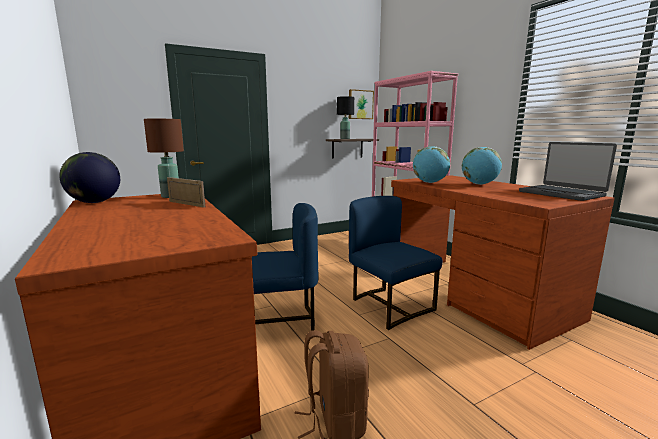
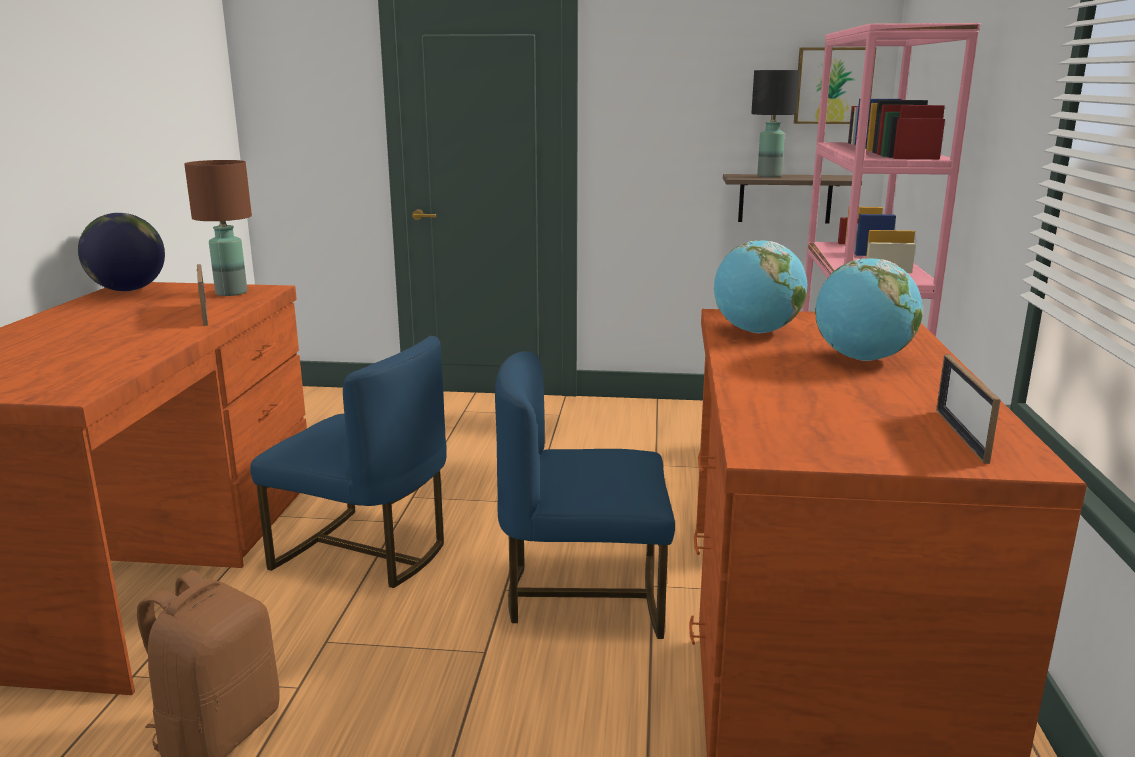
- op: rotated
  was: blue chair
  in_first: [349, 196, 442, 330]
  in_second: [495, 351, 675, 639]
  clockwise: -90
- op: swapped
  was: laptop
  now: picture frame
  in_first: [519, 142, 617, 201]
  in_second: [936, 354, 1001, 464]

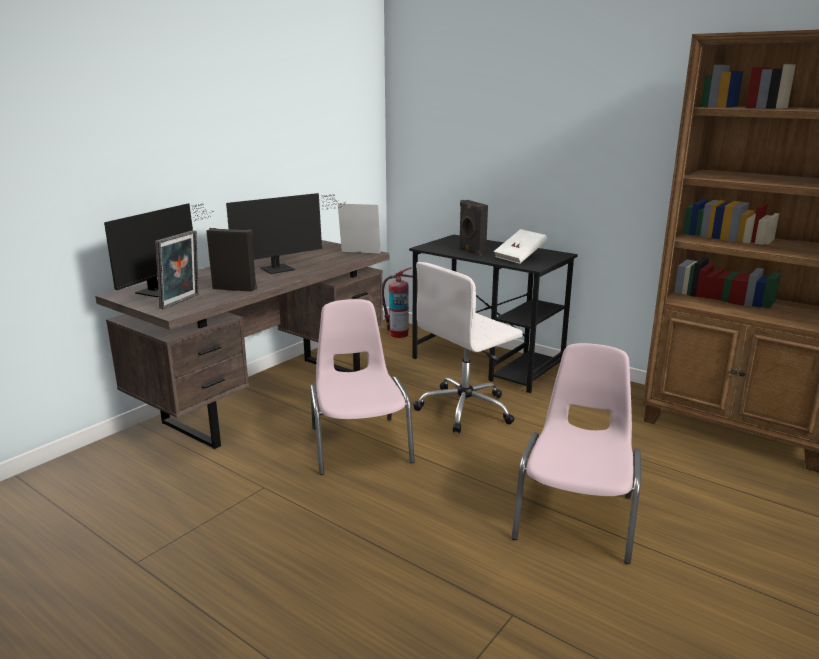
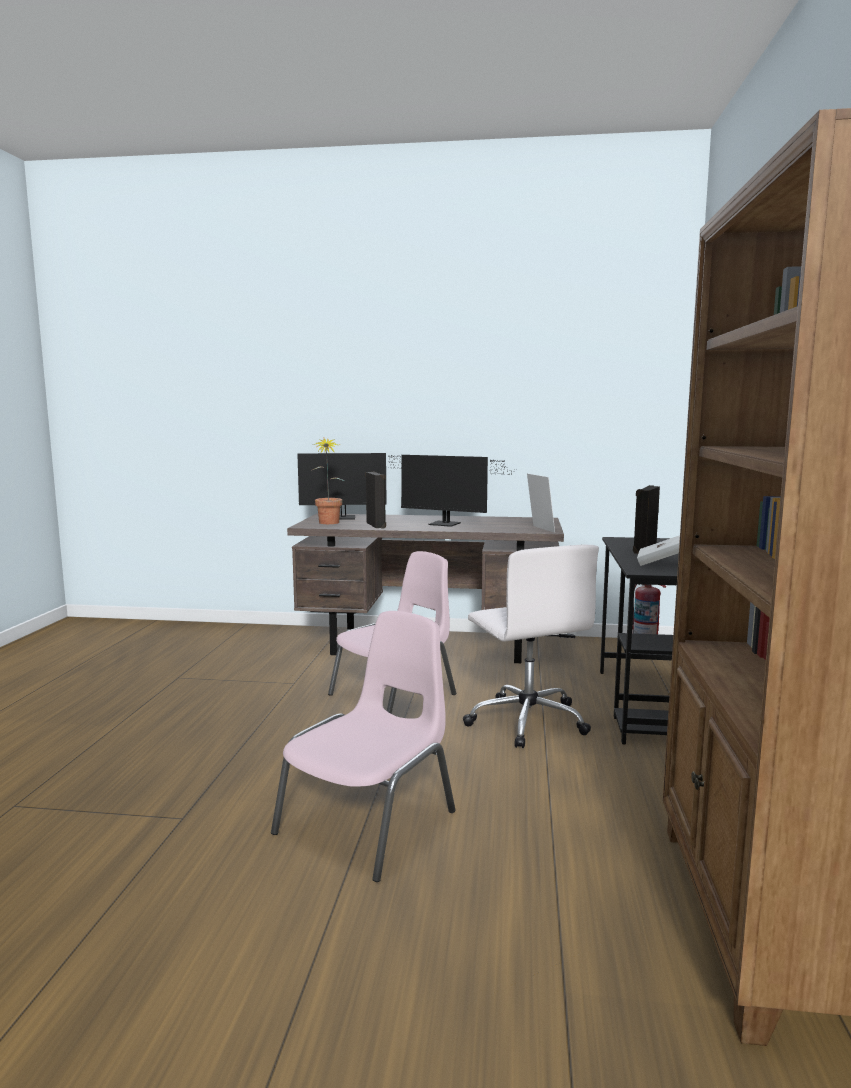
- op: swapped
  was: picture frame
  now: potted plant
  in_first: [155, 230, 199, 309]
  in_second: [313, 437, 345, 524]
- op: rotated
  was: white office chair
  in_first: [413, 262, 523, 433]
  in_second: [463, 544, 599, 748]
  clockwise: -135
- op: rotated
  was: pink chair
  in_first: [512, 343, 641, 564]
  in_second: [271, 611, 455, 882]
  clockwise: -45

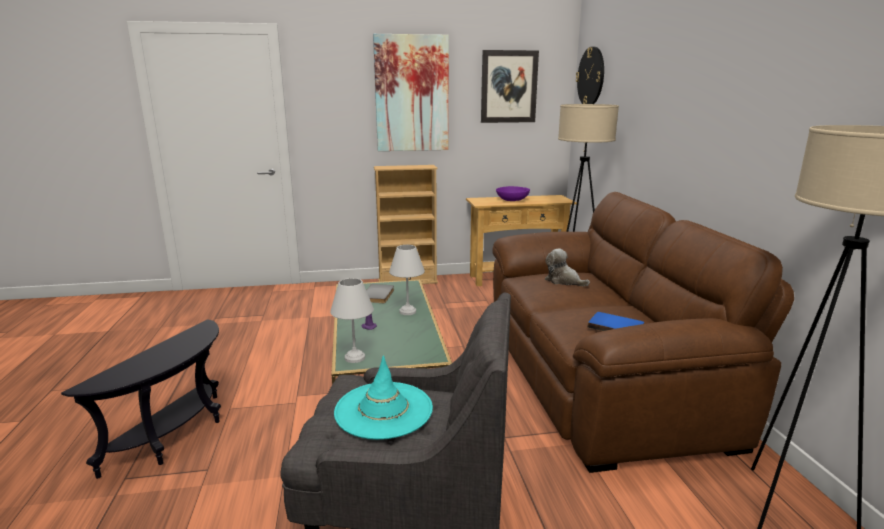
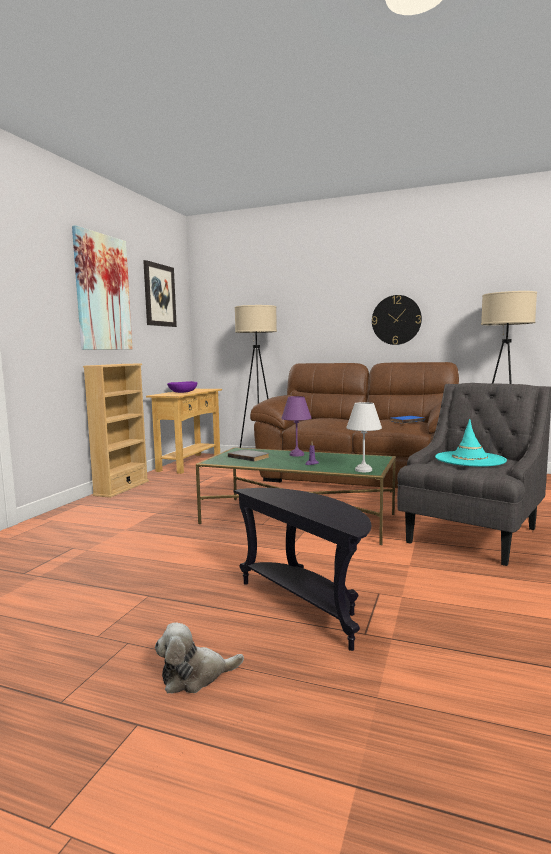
- op: repainted
  was: white table lamp
  now: purple table lamp
  in_first: [389, 245, 425, 315]
  in_second: [281, 396, 311, 457]
- op: shifted
  was: plush toy
  in_first: [545, 248, 590, 286]
  in_second: [155, 622, 244, 693]
- op: shifted
  was: wall clock
  in_first: [576, 47, 604, 104]
  in_second: [372, 295, 422, 345]

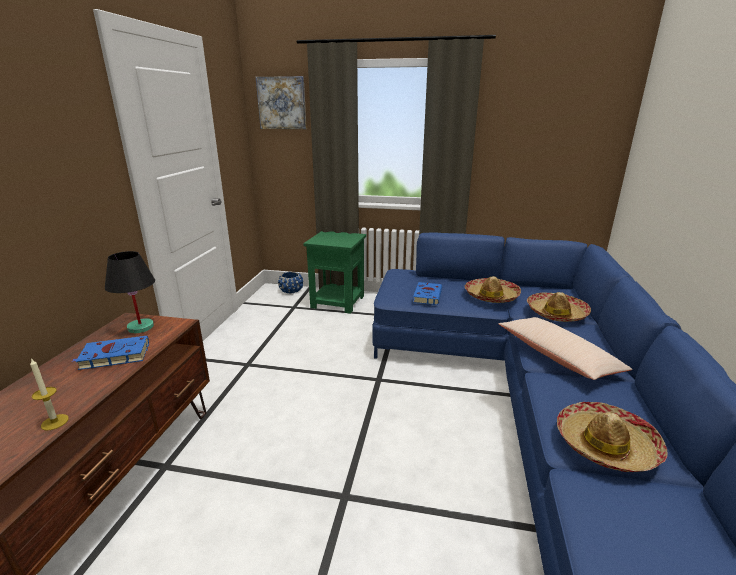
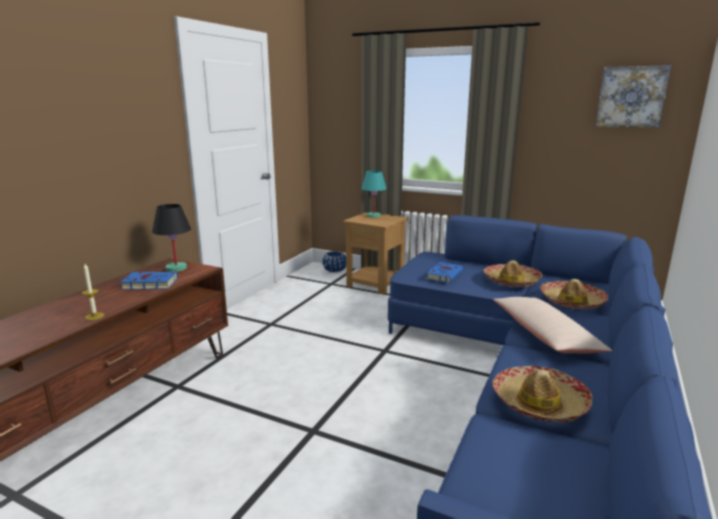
- op: shifted
  was: picture
  in_first: [256, 76, 307, 129]
  in_second: [596, 65, 671, 128]
- op: repainted
  was: green side table
  now: brown side table
  in_first: [303, 231, 366, 314]
  in_second: [343, 212, 408, 295]
- op: new
  now: turquoise table lamp
  in_second: [361, 171, 387, 218]

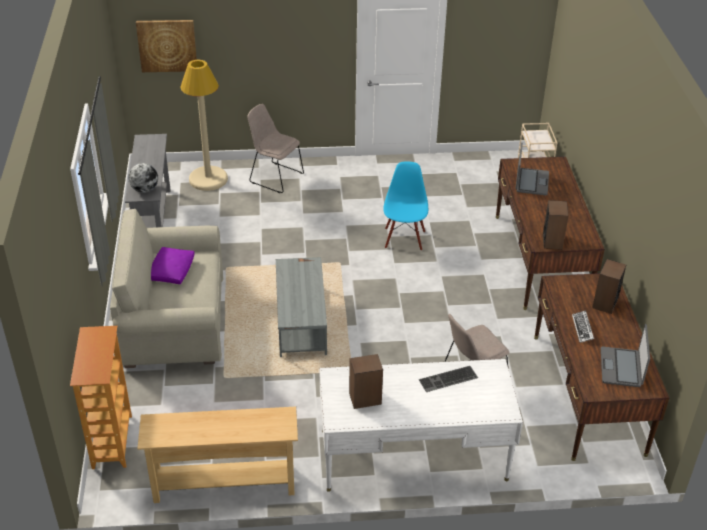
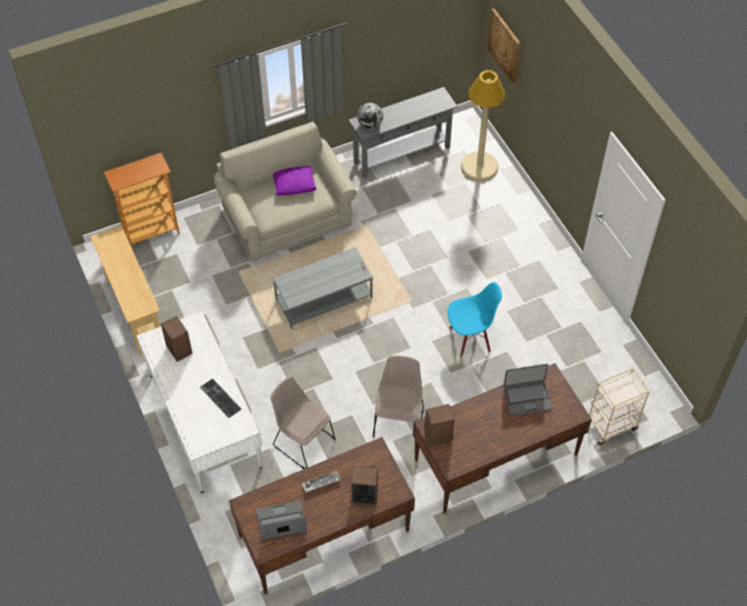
- op: shifted
  was: beige chair
  in_first: [247, 104, 304, 193]
  in_second: [373, 356, 424, 438]

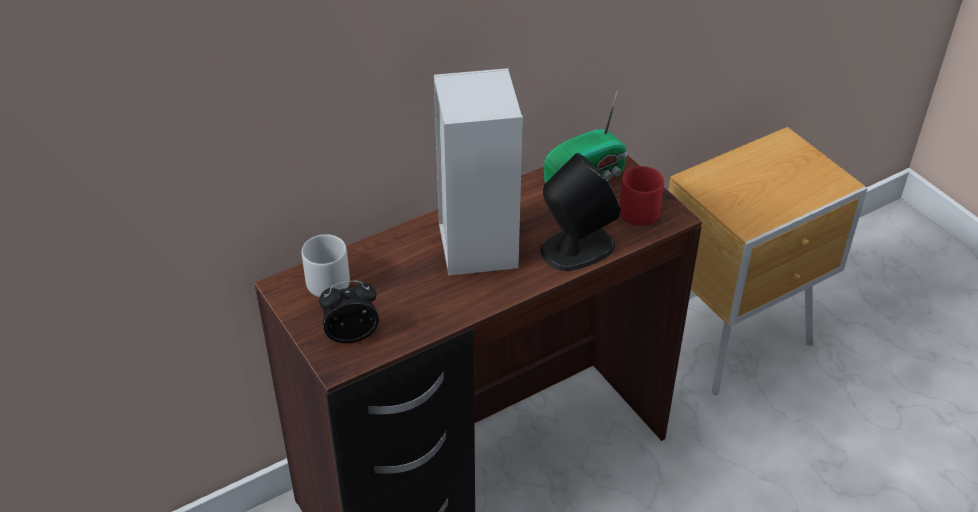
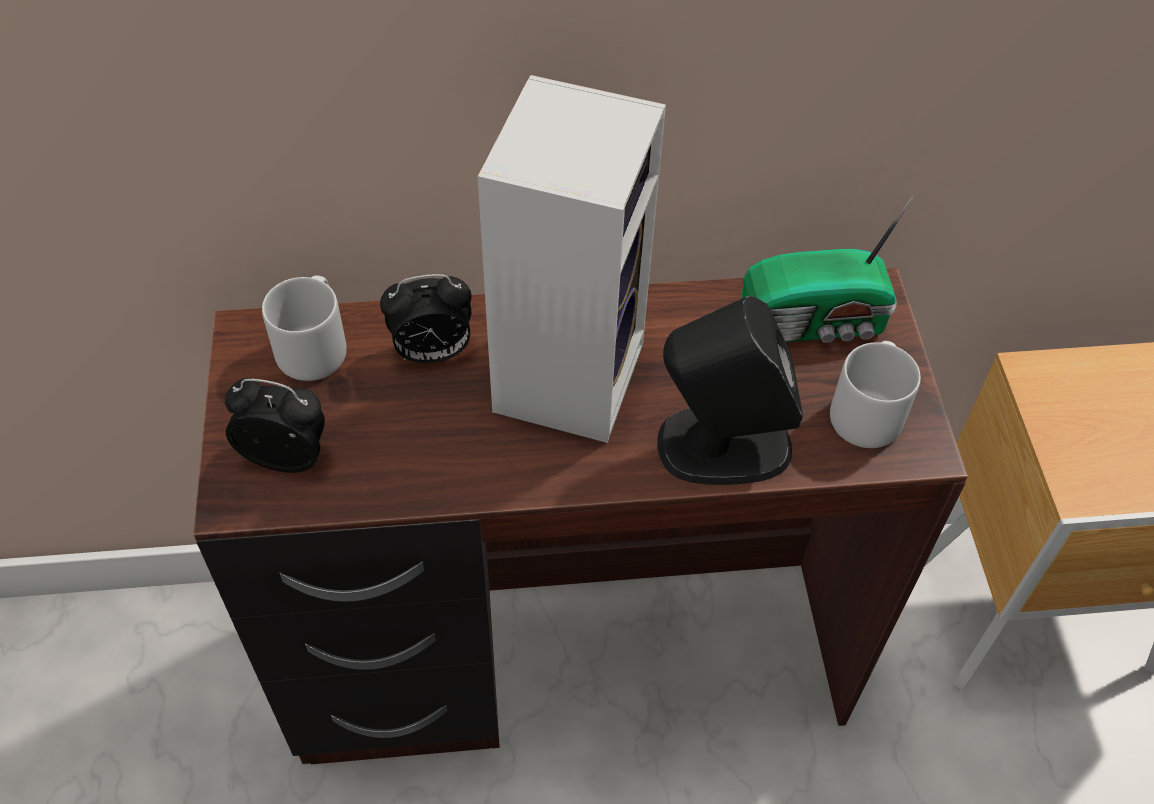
- op: repainted
  was: red mug
  now: grey mug
  in_first: [619, 166, 664, 226]
  in_second: [830, 341, 921, 448]
- op: new
  now: alarm clock
  in_second: [380, 274, 472, 363]

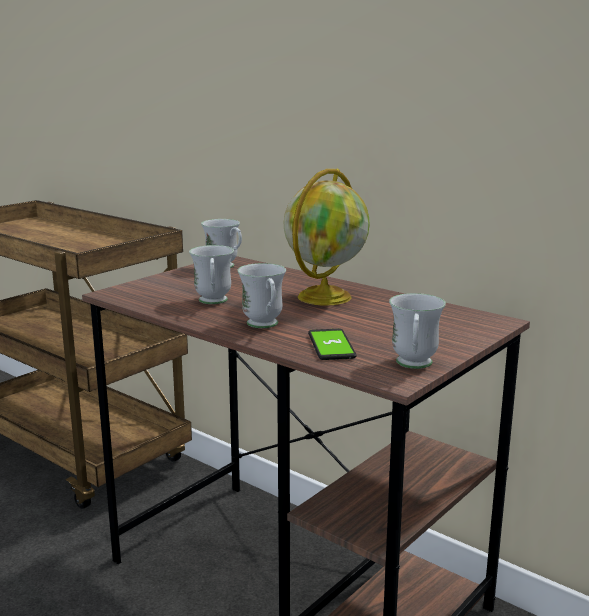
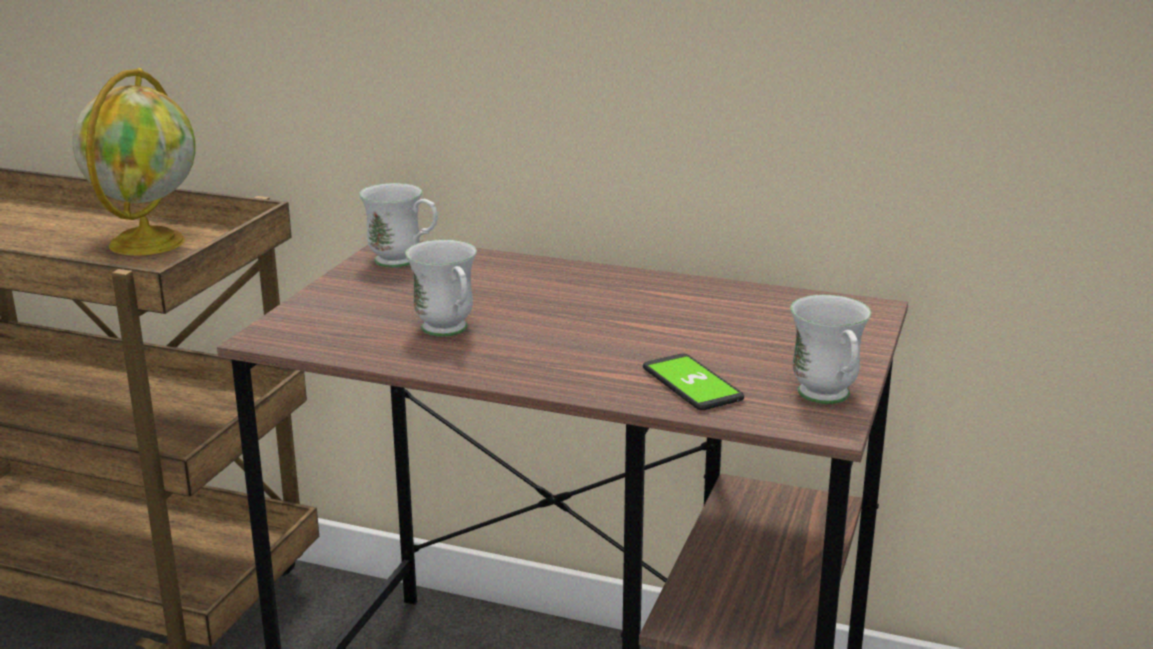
- op: gone
  was: white mug
  in_first: [237, 263, 286, 328]
- op: shifted
  was: globe
  in_first: [284, 169, 370, 306]
  in_second: [73, 68, 195, 256]

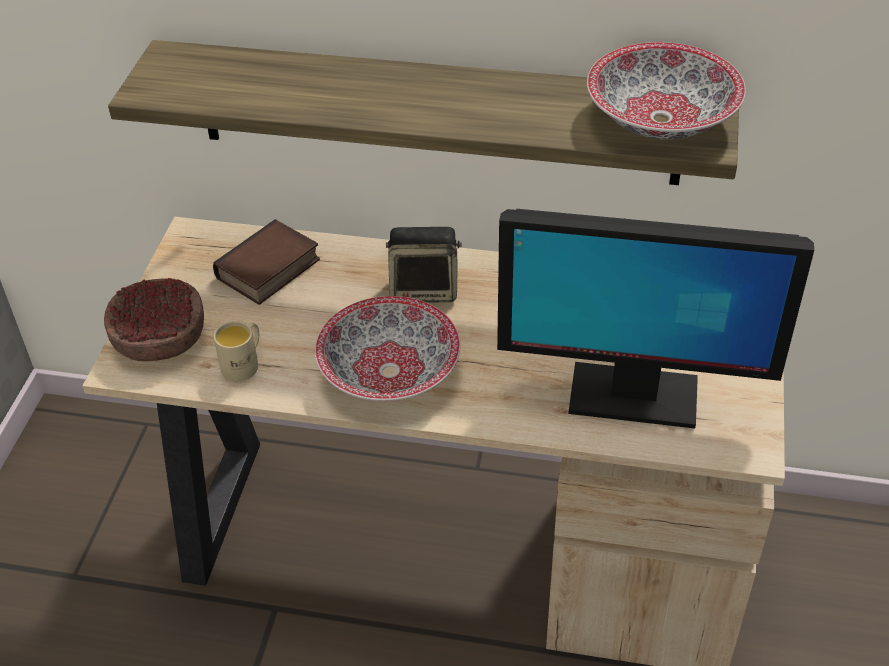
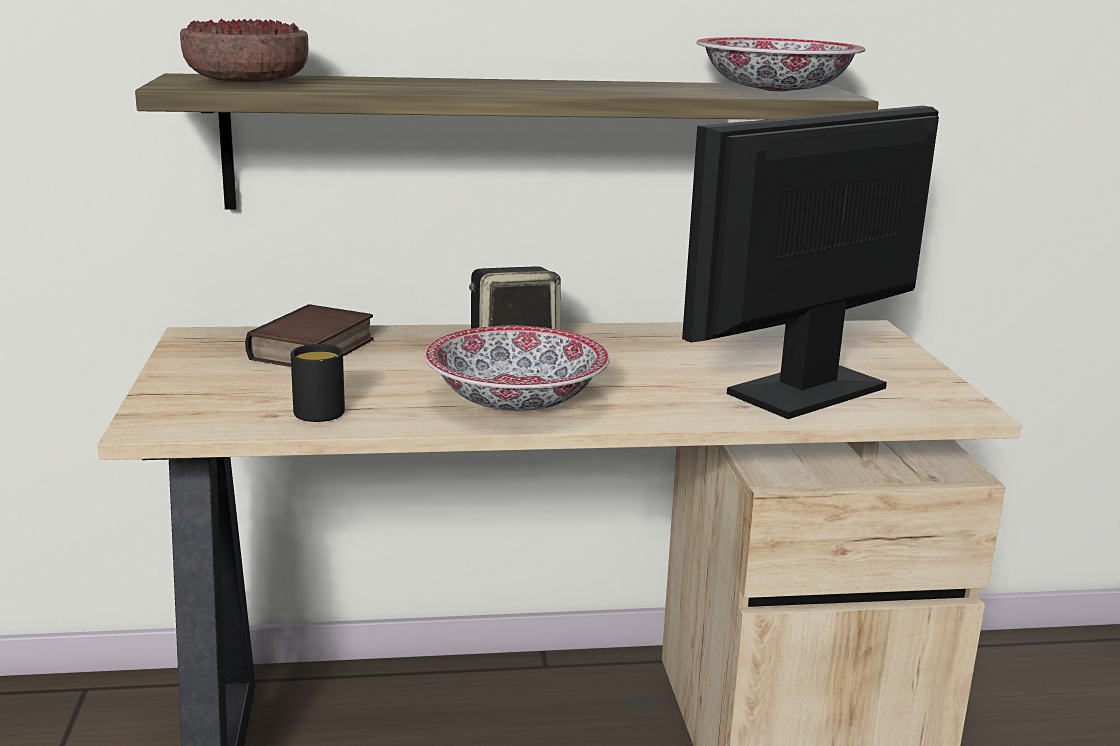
- op: shifted
  was: bowl
  in_first: [104, 278, 204, 361]
  in_second: [180, 19, 309, 82]
- op: repainted
  was: beige mug
  now: black mug
  in_first: [214, 321, 259, 381]
  in_second: [291, 344, 345, 422]
- op: rotated
  was: monitor
  in_first: [497, 209, 814, 428]
  in_second: [682, 106, 939, 419]
  clockwise: 150

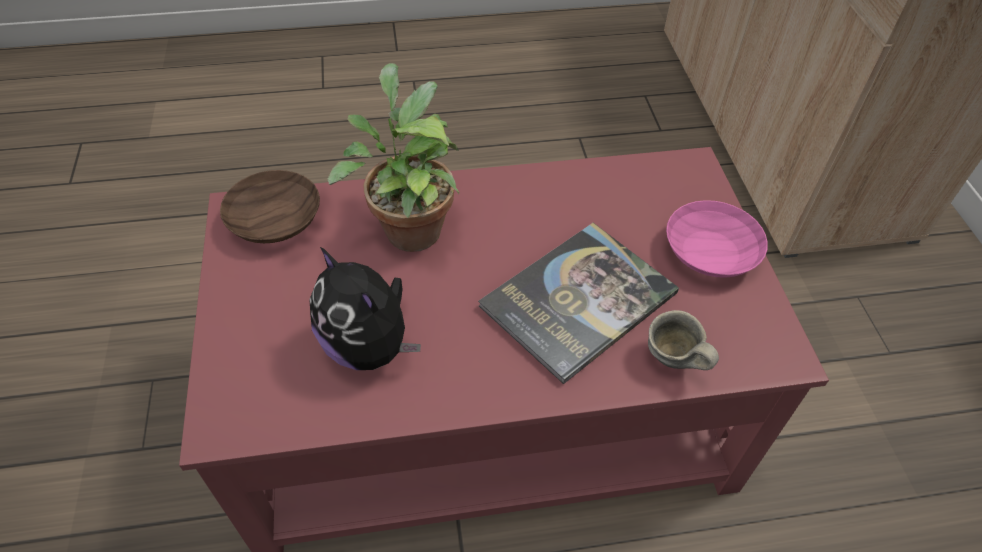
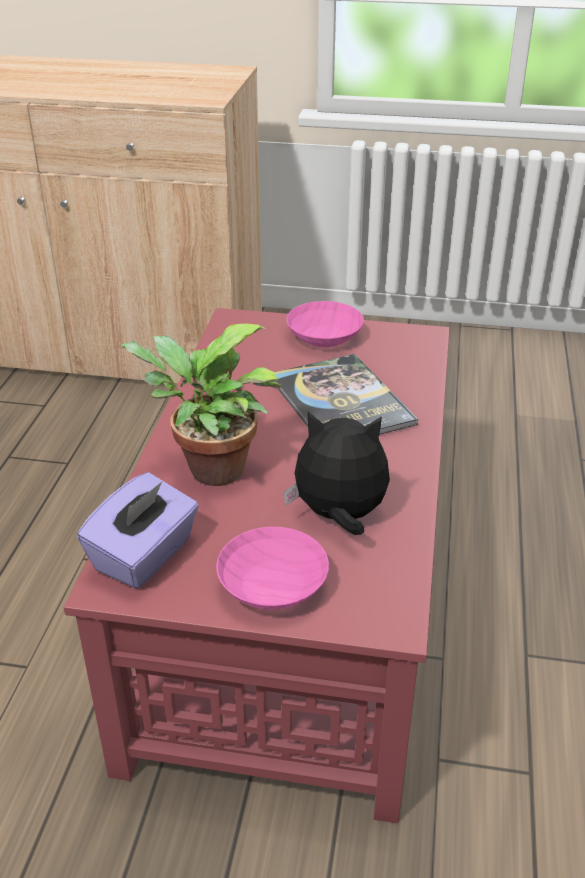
- op: swapped
  was: brown bowl
  now: purple tissue box
  in_first: [220, 170, 320, 243]
  in_second: [77, 472, 199, 589]
- op: rotated
  was: plush toy
  in_first: [309, 247, 421, 370]
  in_second: [283, 412, 390, 535]
  clockwise: -150
- op: gone
  was: grey mug
  in_first: [648, 310, 719, 370]
- op: new
  now: pink bowl
  in_second: [216, 527, 329, 610]

